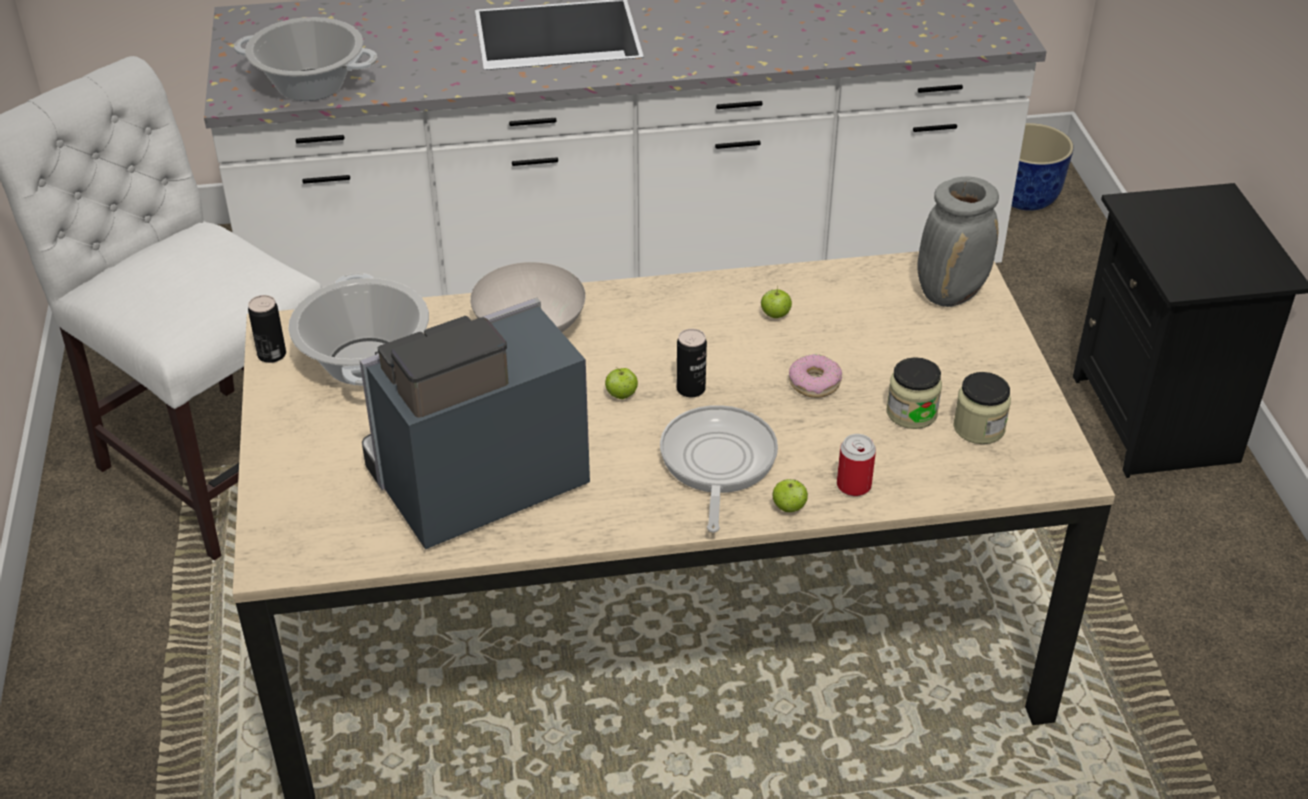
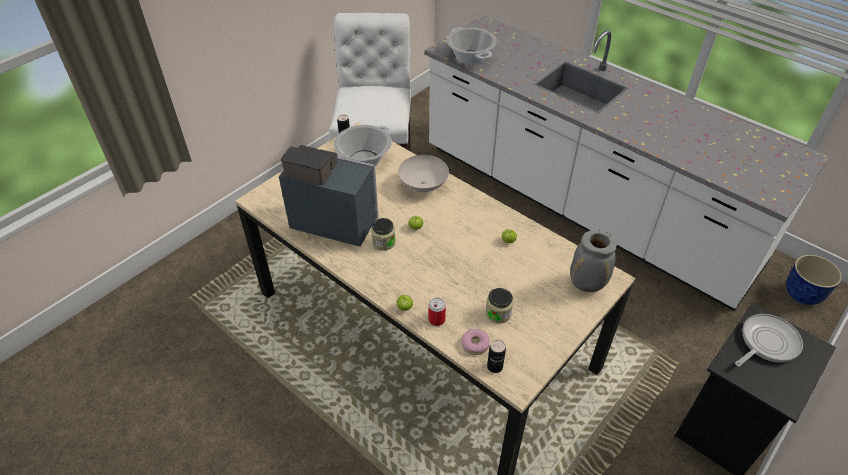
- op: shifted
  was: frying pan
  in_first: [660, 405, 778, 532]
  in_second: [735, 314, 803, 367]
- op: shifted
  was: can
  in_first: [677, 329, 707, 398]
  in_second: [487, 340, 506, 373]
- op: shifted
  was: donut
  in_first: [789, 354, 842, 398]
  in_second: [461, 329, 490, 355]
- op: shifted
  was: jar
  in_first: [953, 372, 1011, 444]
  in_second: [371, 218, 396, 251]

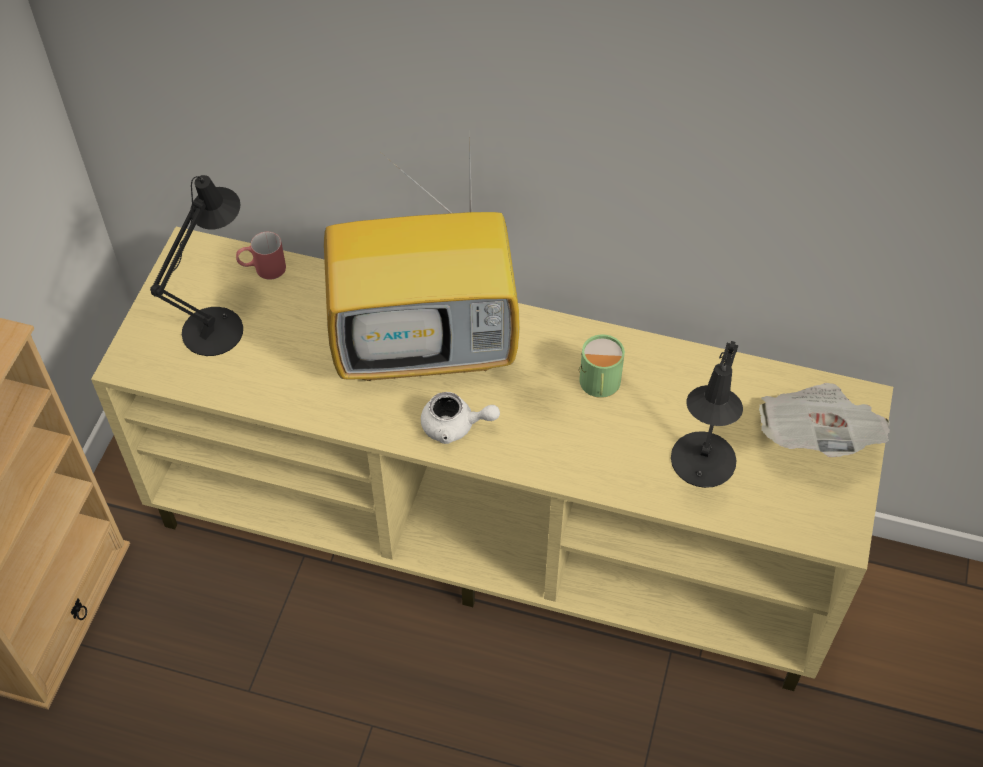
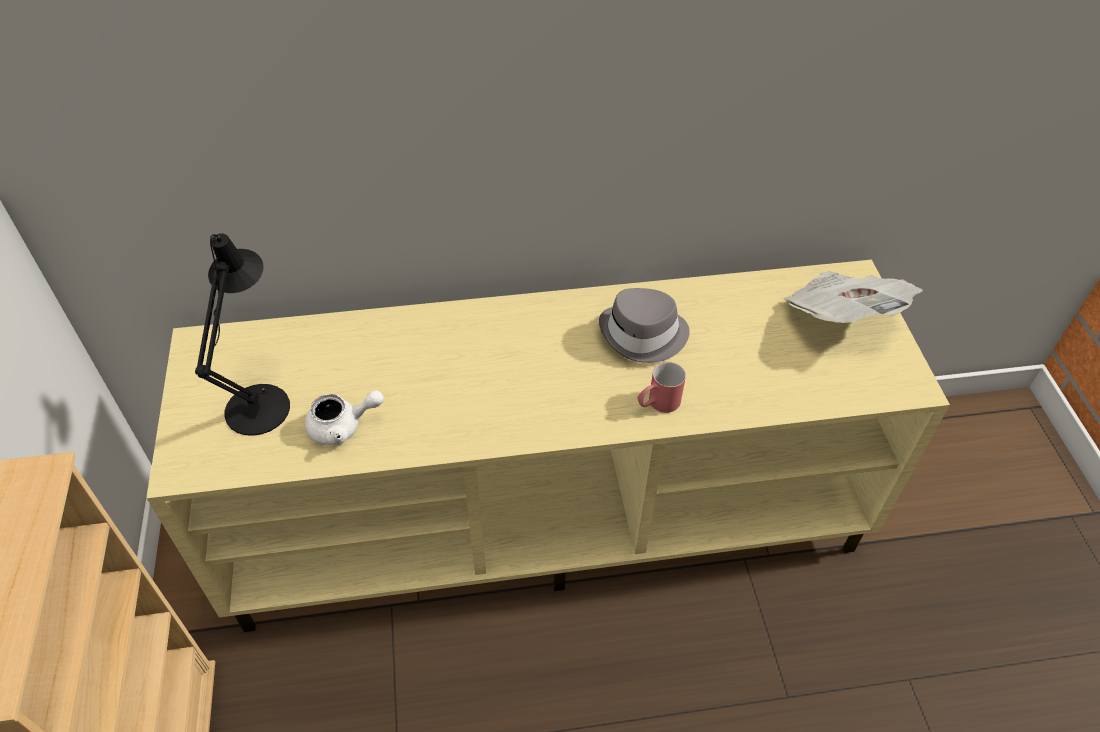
- op: shifted
  was: red mug
  in_first: [236, 232, 286, 280]
  in_second: [637, 362, 686, 413]
- op: gone
  was: television
  in_first: [324, 126, 520, 381]
- op: shifted
  was: white teapot
  in_first: [421, 392, 500, 444]
  in_second: [305, 390, 384, 445]
- op: swapped
  was: green mug
  now: grey hat
  in_first: [579, 334, 625, 398]
  in_second: [599, 288, 690, 363]
- op: gone
  was: black table lamp
  in_first: [671, 341, 743, 488]

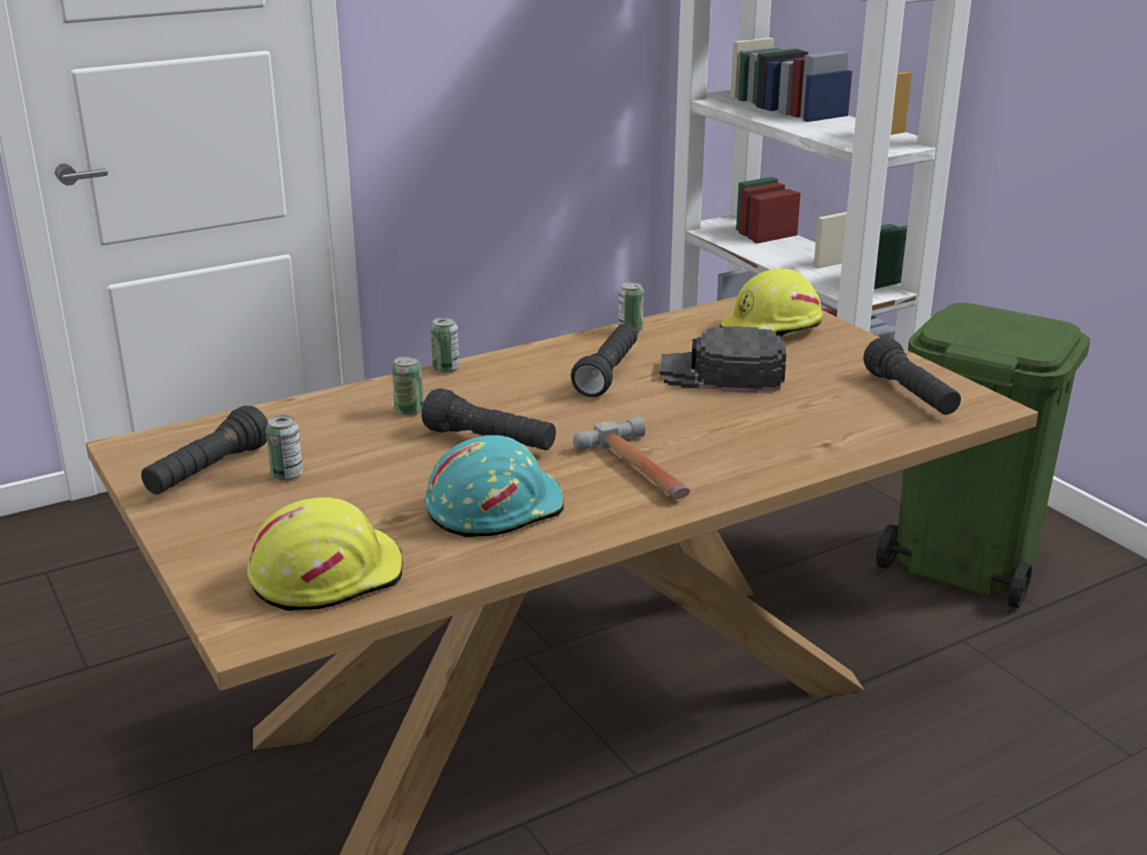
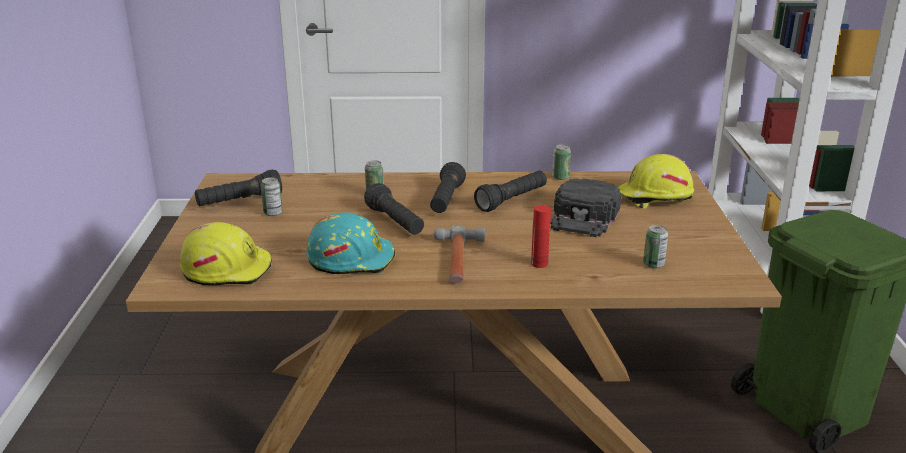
- op: shifted
  was: can
  in_first: [430, 317, 459, 373]
  in_second: [643, 225, 668, 268]
- op: rotated
  was: black cap
  in_first: [660, 326, 786, 393]
  in_second: [550, 178, 621, 237]
  clockwise: -105
- op: shifted
  was: black flashlight
  in_first: [863, 337, 961, 415]
  in_second: [430, 162, 466, 213]
- op: new
  now: red bottle
  in_second: [531, 205, 551, 268]

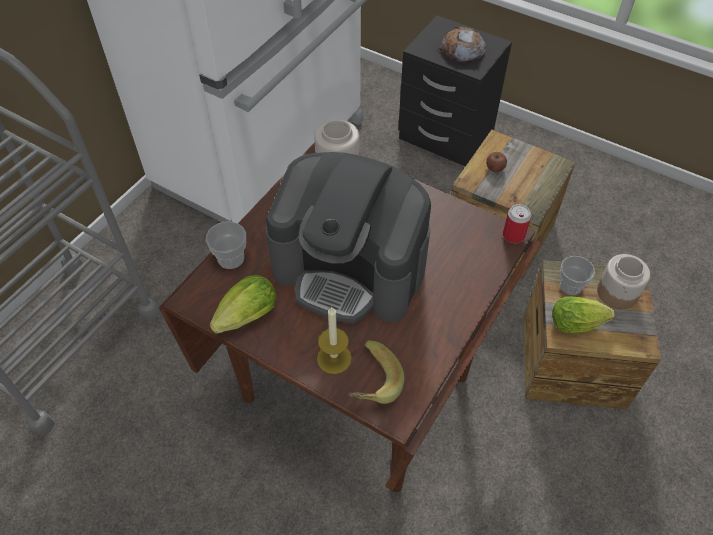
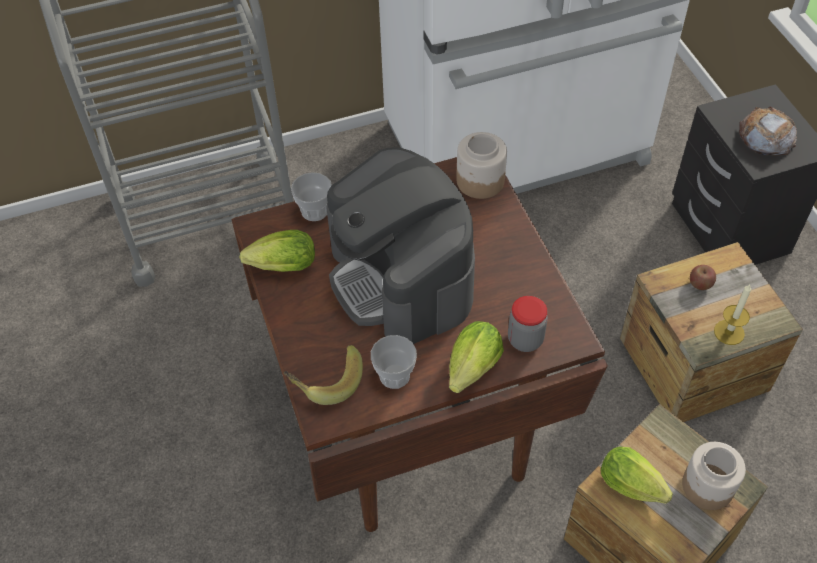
- op: shifted
  was: candle
  in_first: [317, 306, 352, 374]
  in_second: [714, 284, 751, 345]
- op: gone
  was: can
  in_first: [503, 204, 531, 243]
- op: shifted
  was: cup
  in_first: [560, 256, 595, 295]
  in_second: [371, 335, 417, 389]
- op: new
  now: lettuce
  in_second: [449, 321, 504, 393]
- op: new
  now: jar
  in_second: [508, 296, 548, 352]

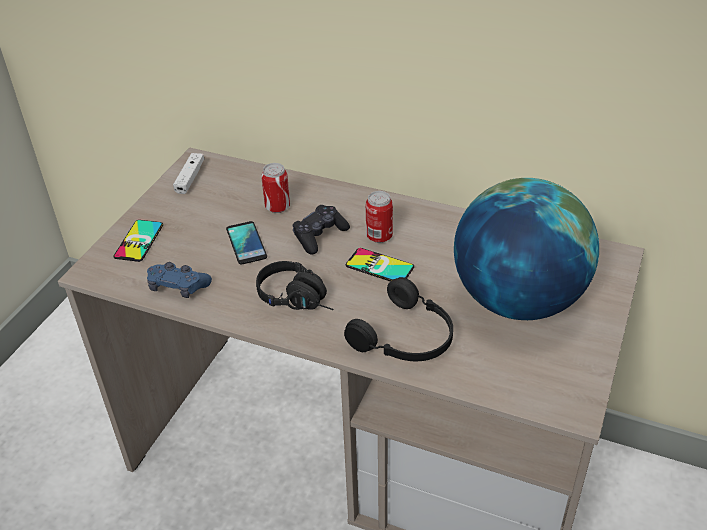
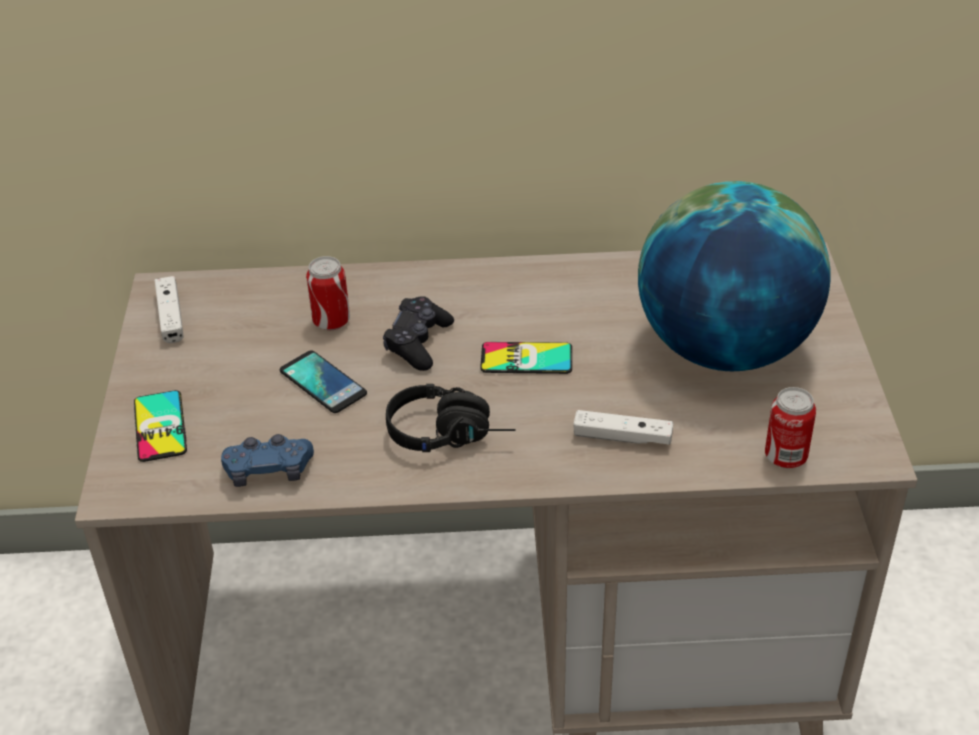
- op: swapped
  was: black headphones
  now: white game controller
  in_first: [344, 277, 453, 361]
  in_second: [573, 410, 673, 445]
- op: shifted
  was: can
  in_first: [366, 191, 393, 243]
  in_second: [765, 387, 816, 468]

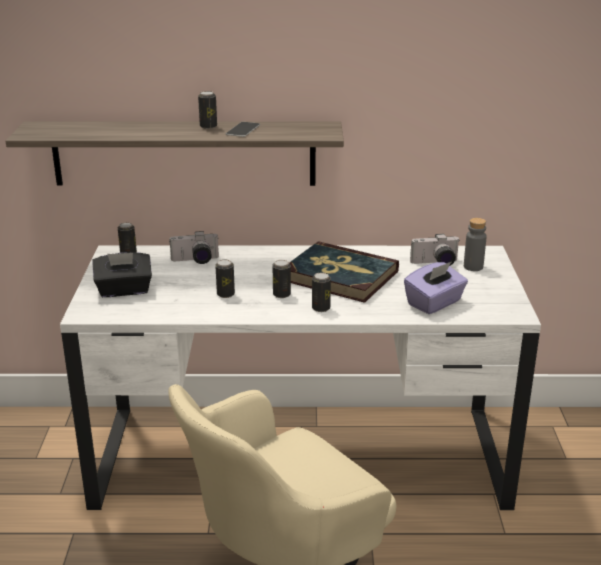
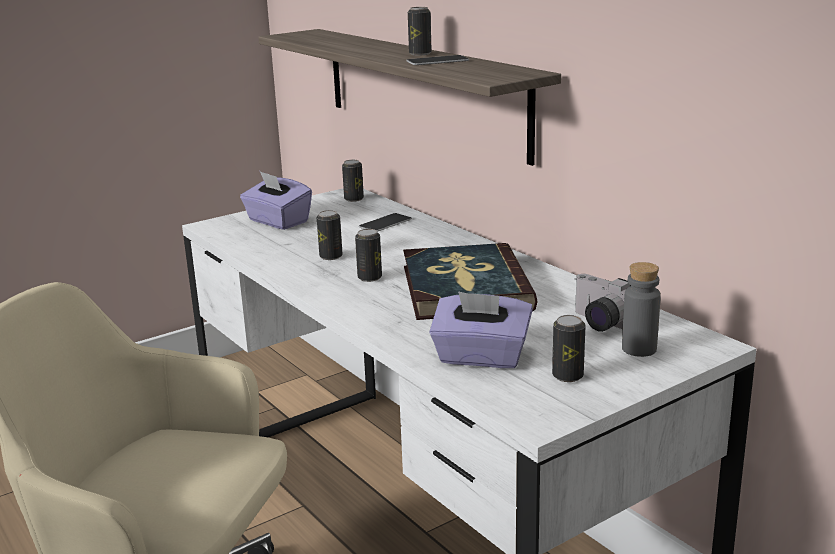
- op: repainted
  was: black tissue box
  now: purple tissue box
  in_first: [92, 252, 152, 297]
  in_second: [240, 171, 312, 230]
- op: swapped
  was: photo camera
  now: phone
  in_first: [169, 231, 219, 264]
  in_second: [359, 213, 412, 232]
- op: shifted
  was: can
  in_first: [312, 272, 331, 312]
  in_second: [552, 315, 586, 382]

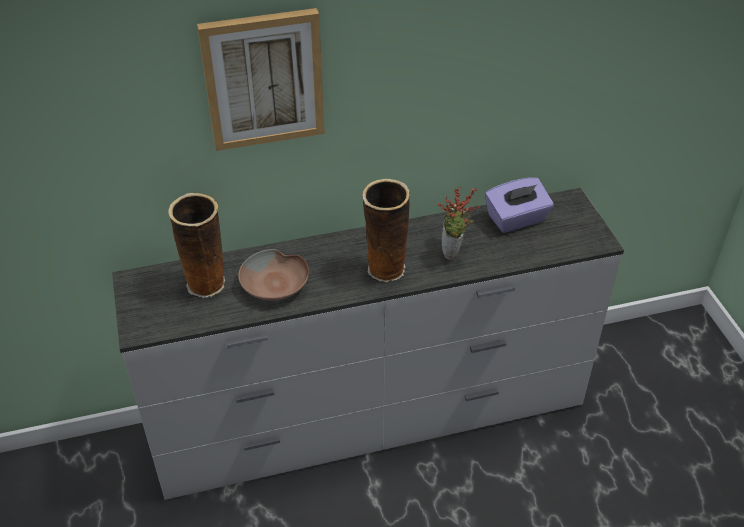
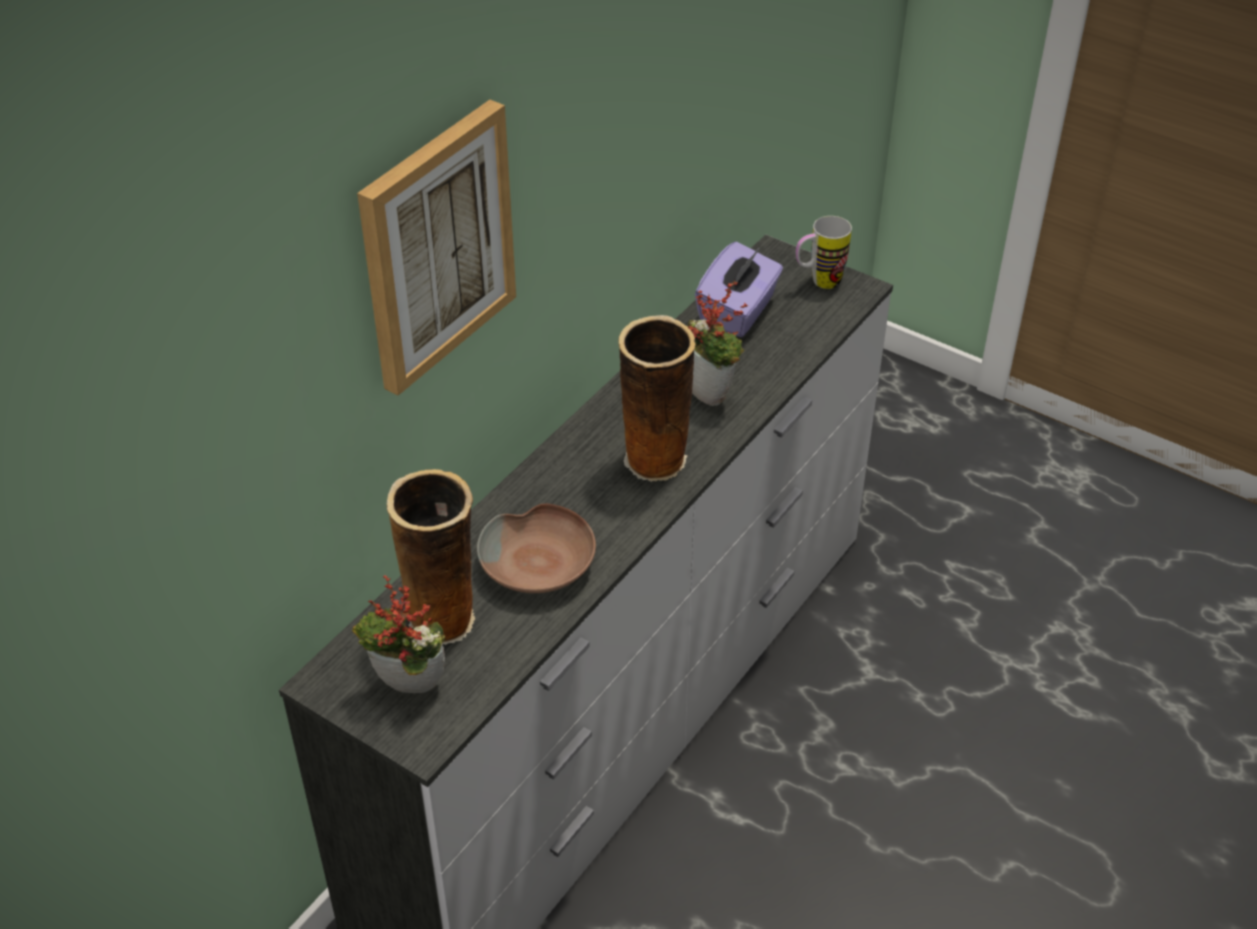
- op: new
  now: potted plant
  in_second: [352, 575, 445, 693]
- op: new
  now: mug
  in_second: [796, 216, 852, 289]

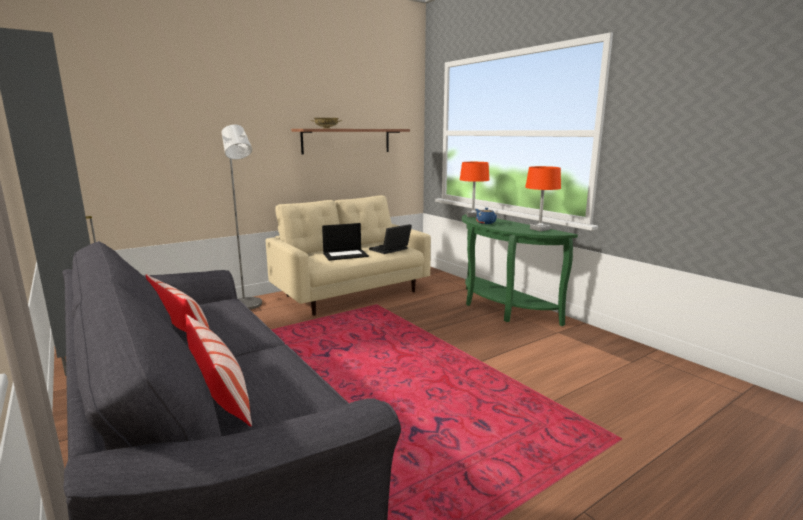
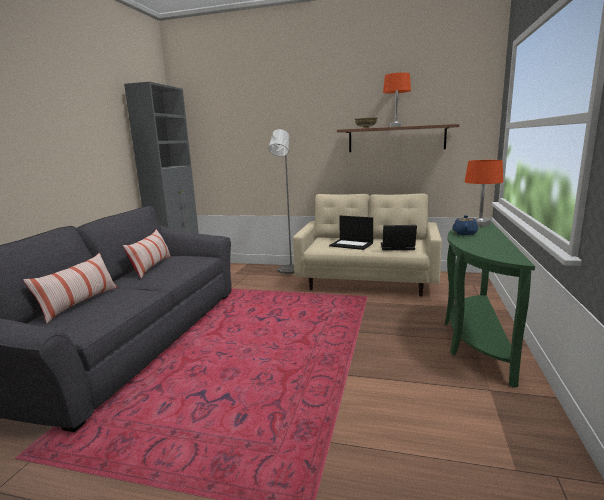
- op: shifted
  was: orange table lamp
  in_first: [525, 166, 561, 231]
  in_second: [383, 72, 411, 127]

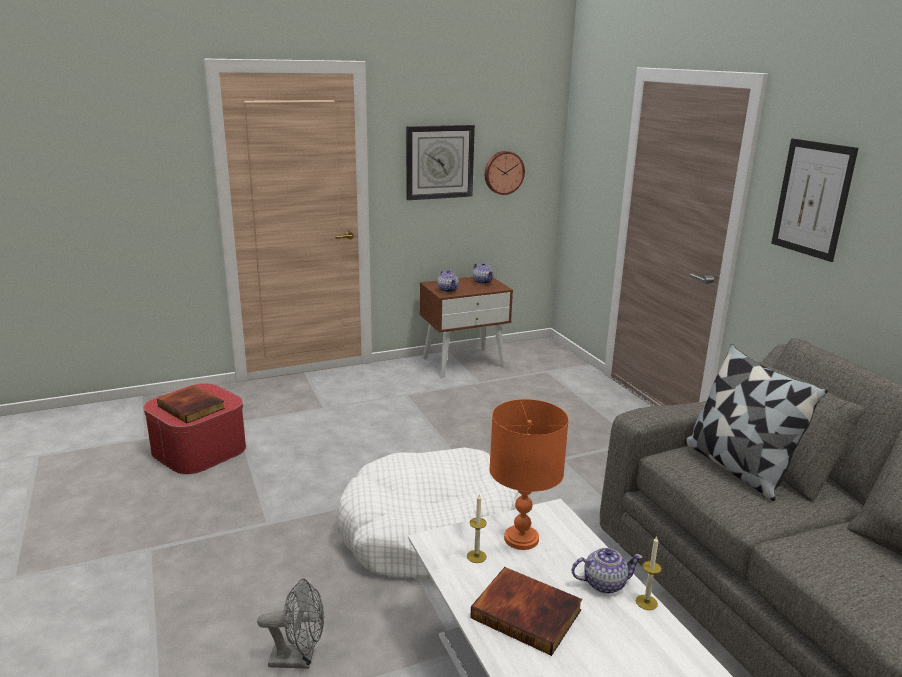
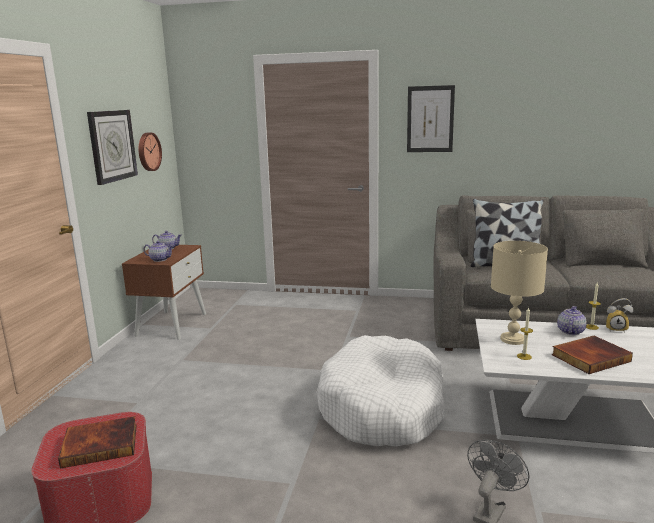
- op: repainted
  was: orange table lamp
  now: beige table lamp
  in_first: [489, 399, 569, 550]
  in_second: [491, 241, 548, 345]
- op: new
  now: alarm clock
  in_second: [606, 298, 633, 331]

